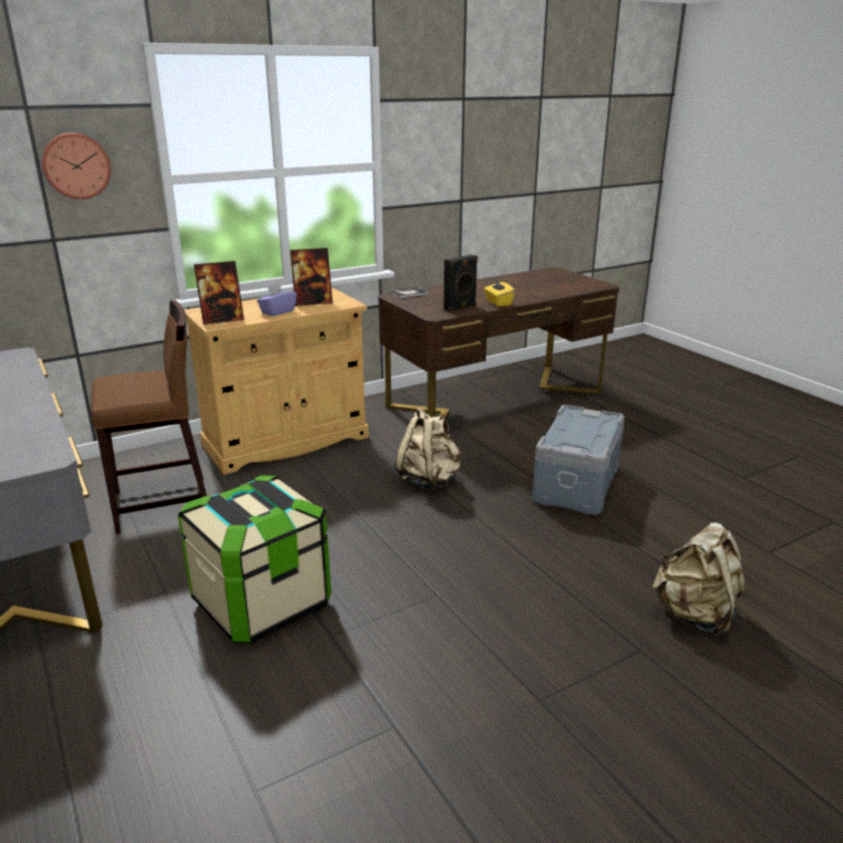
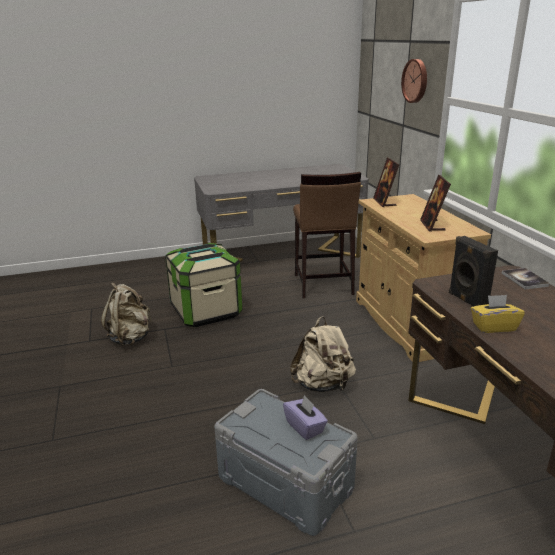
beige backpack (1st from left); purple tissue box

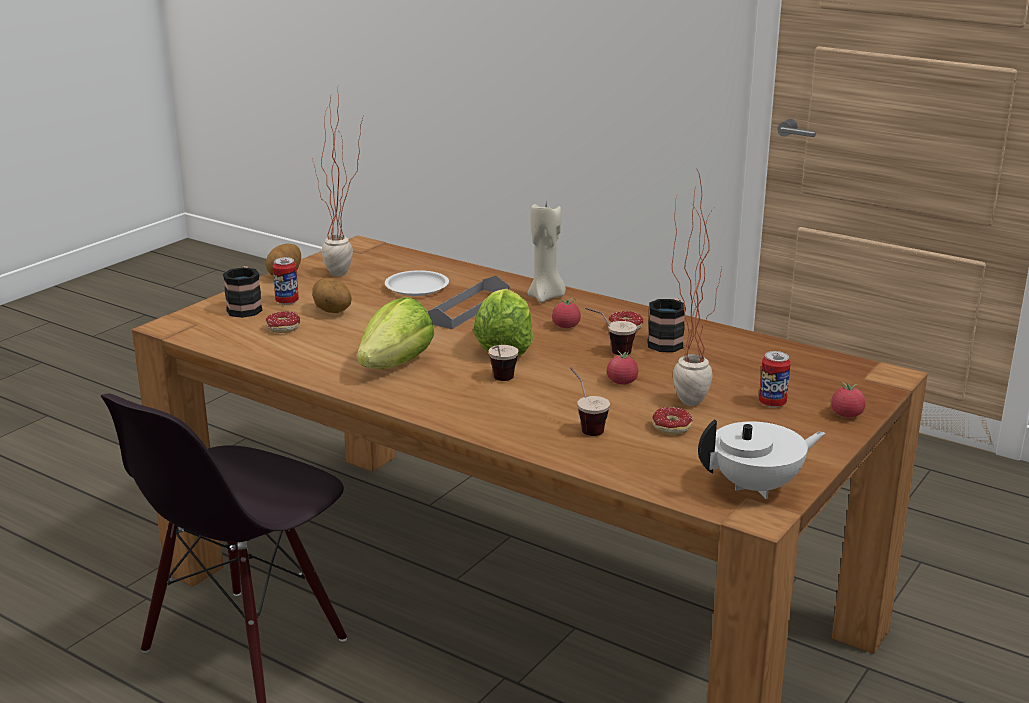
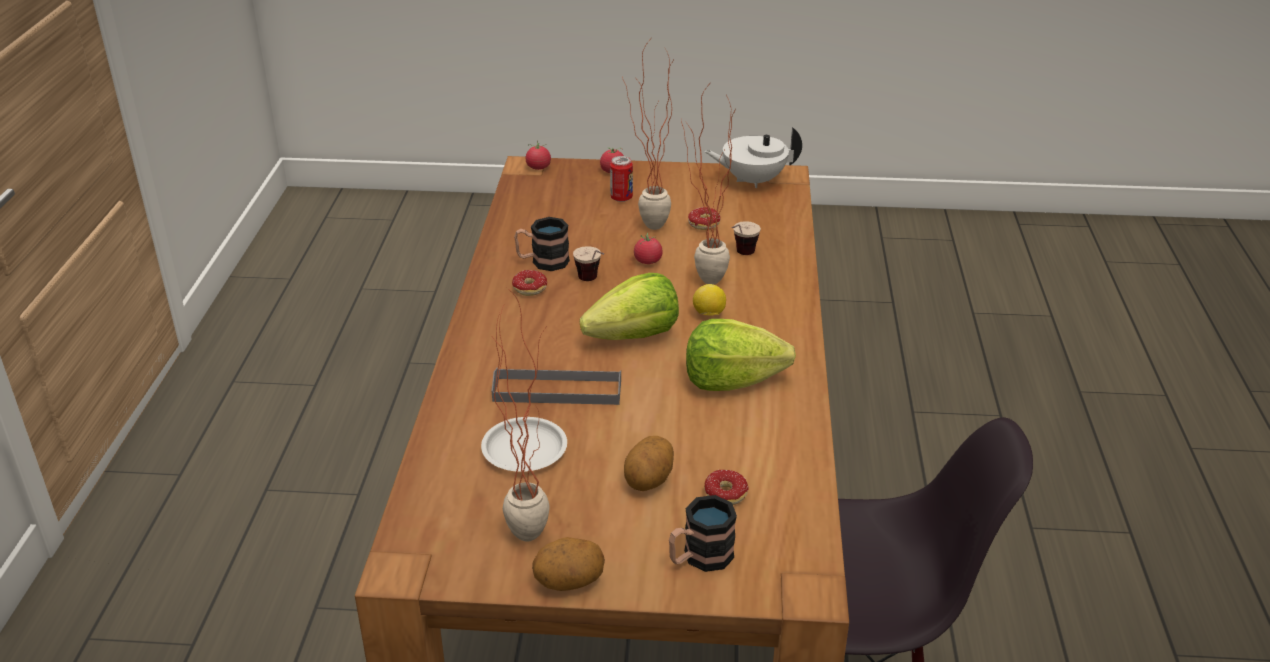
tomato (1st from left); potted plant (3rd from left); lemon; white teapot; can (1st from left in the first image); beige candle

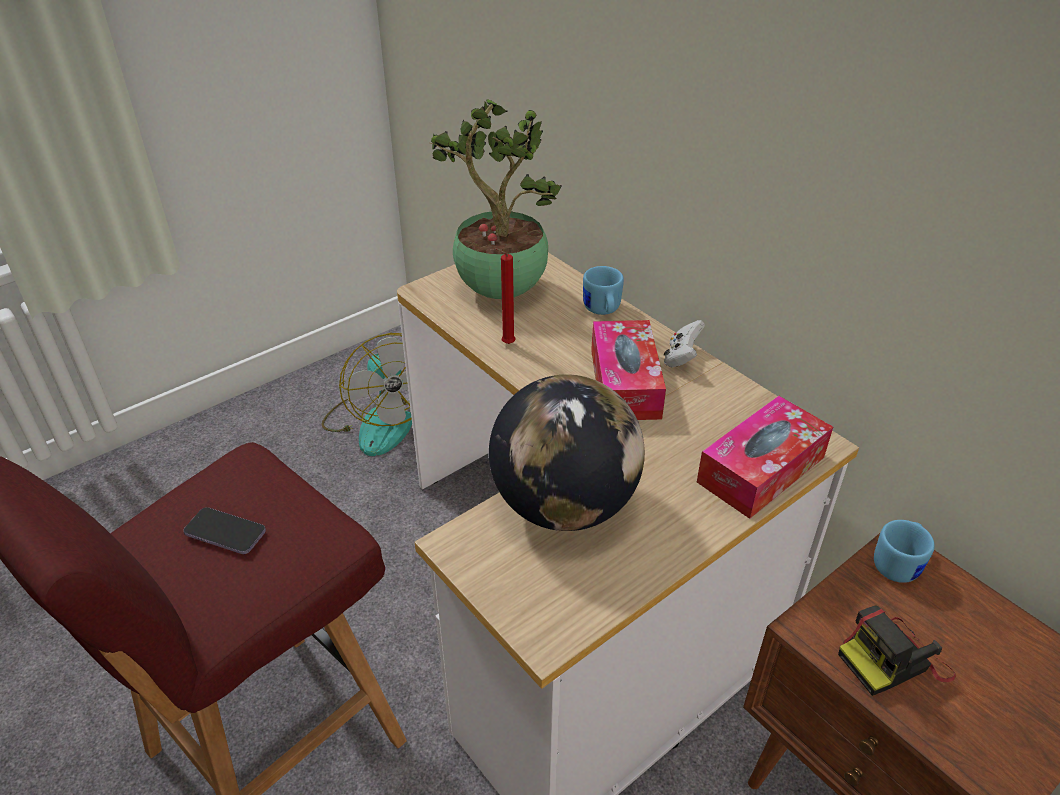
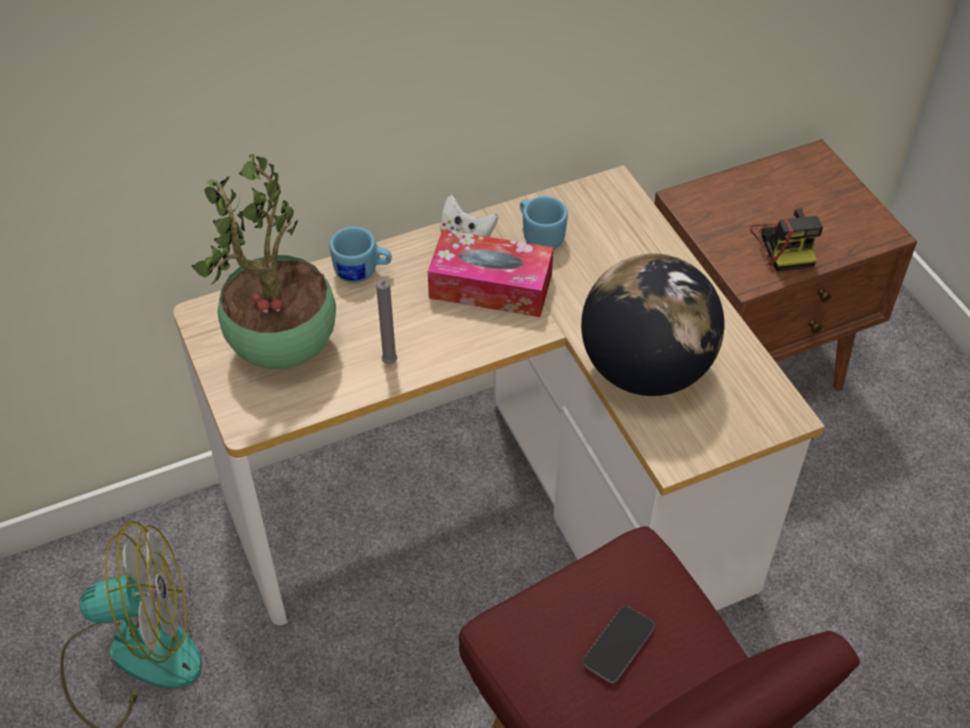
grey candle; blue mug (2nd from left); tissue box (2nd from left in the first image)

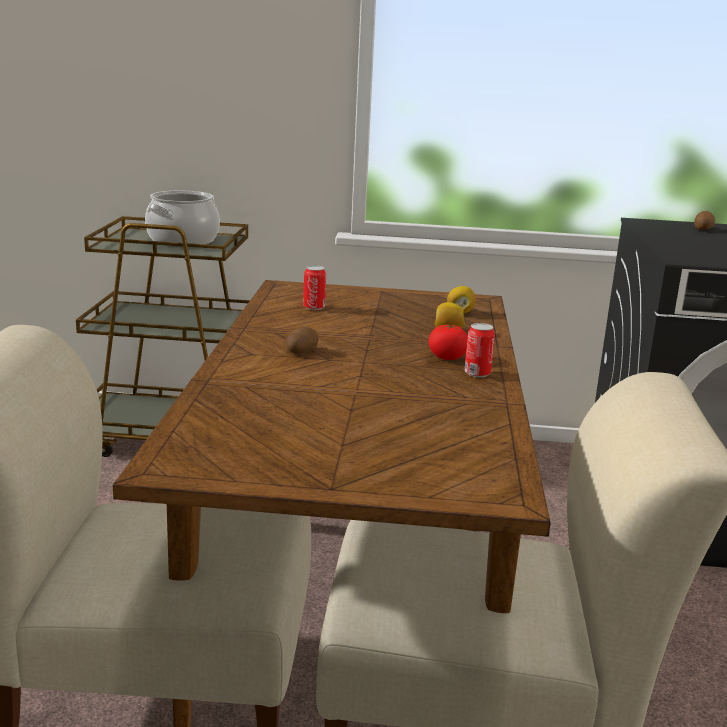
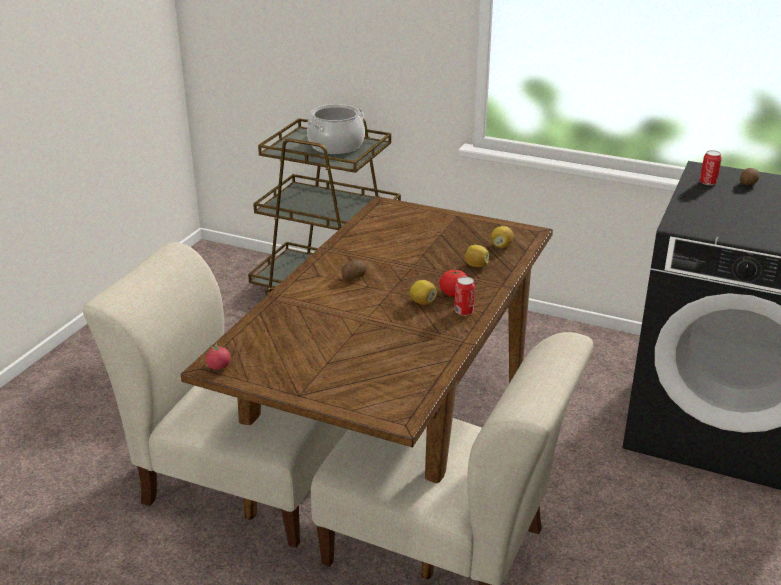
tomato (1st from left); lemon (1st from left); can (2nd from left)

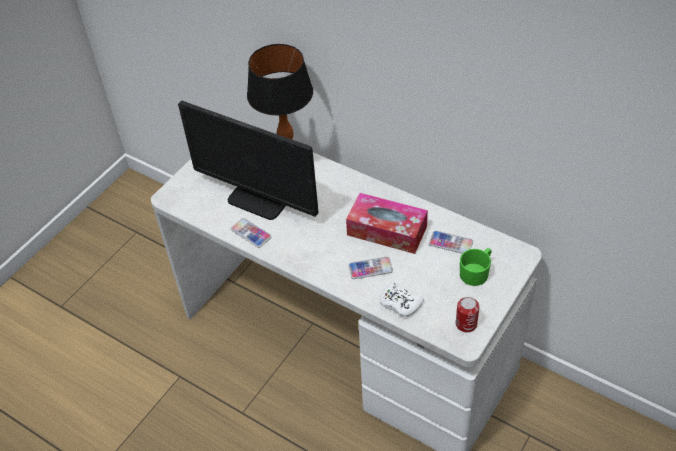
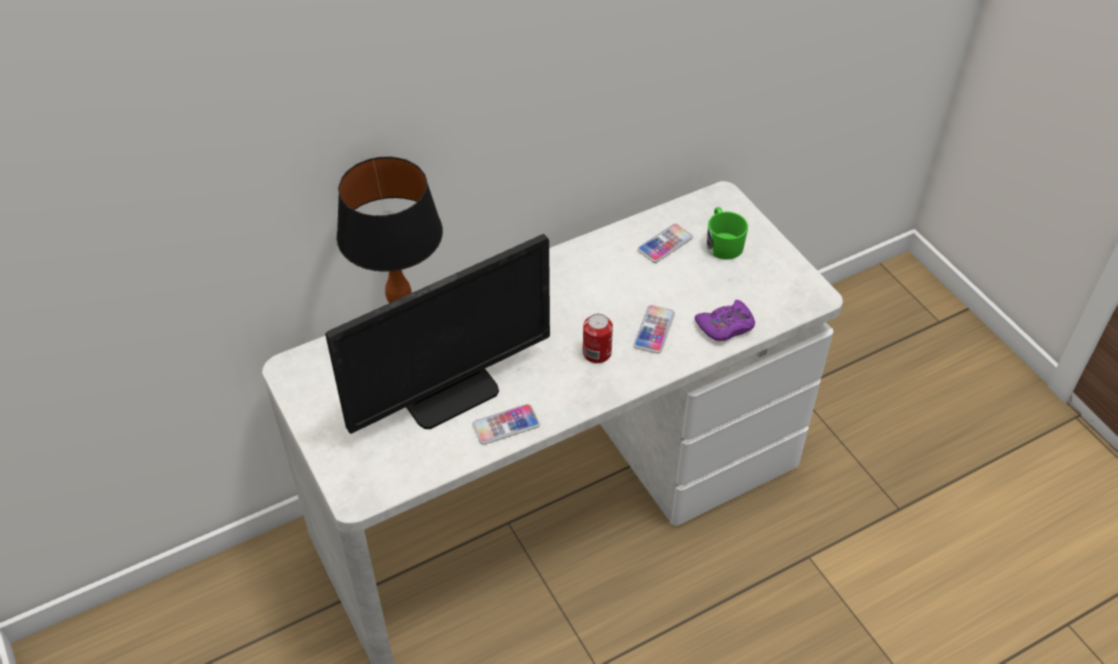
can; purple game controller; tissue box

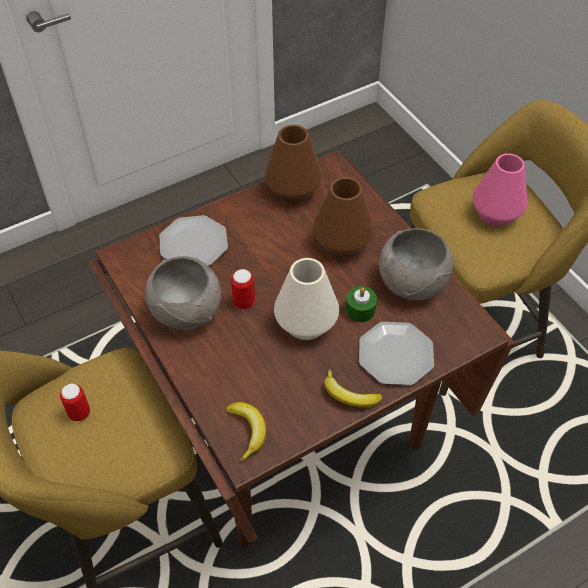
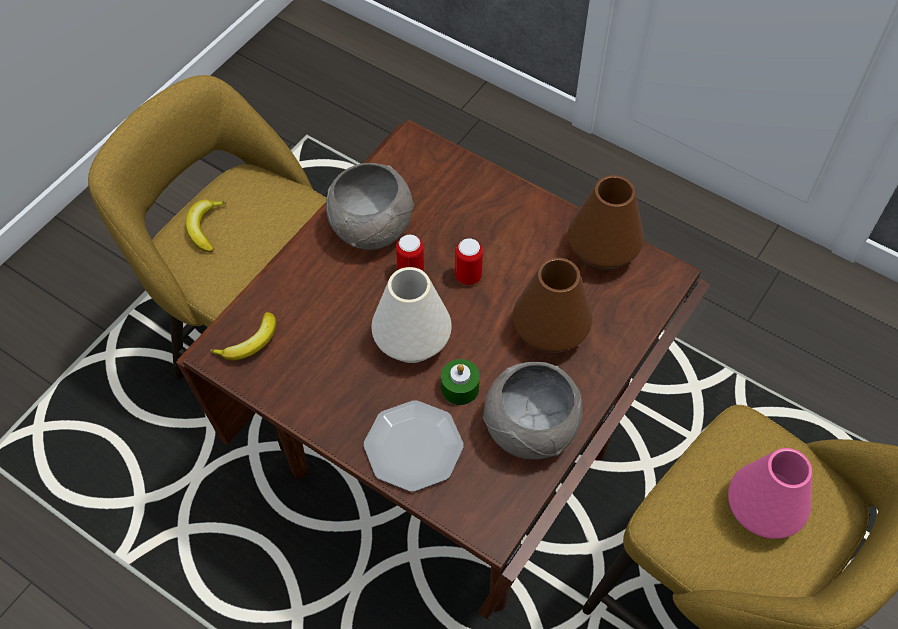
banana (1st from left); can (2nd from left); plate (1st from left in the first image)

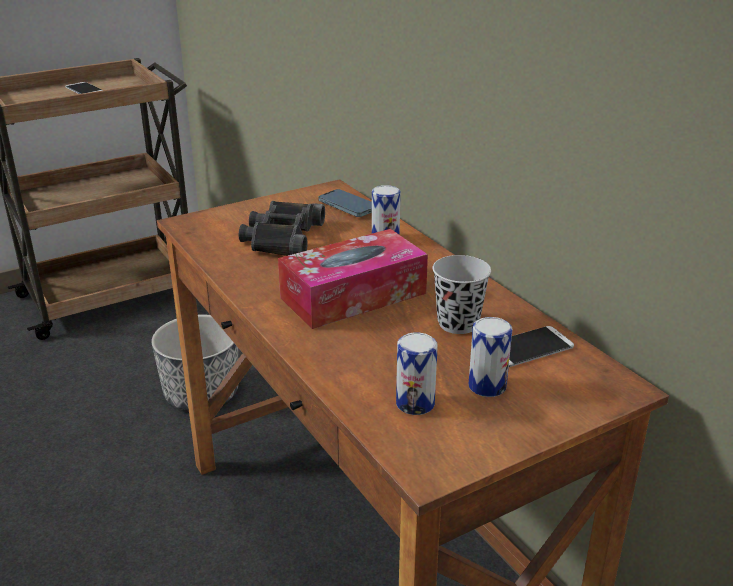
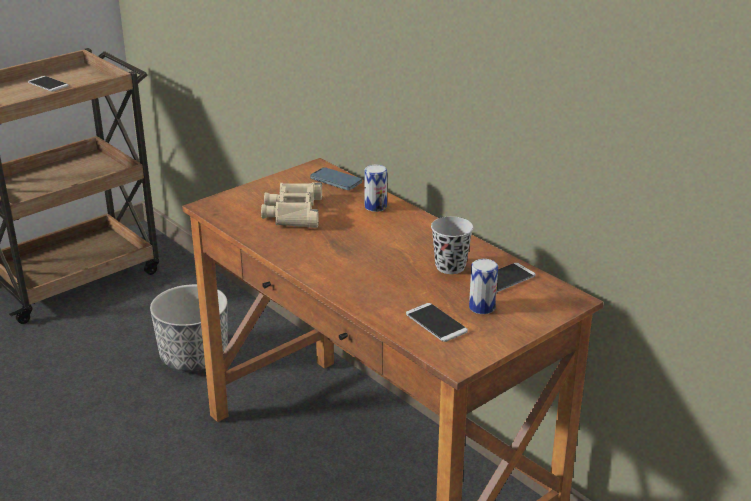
beige binoculars; phone (3rd from left); tissue box

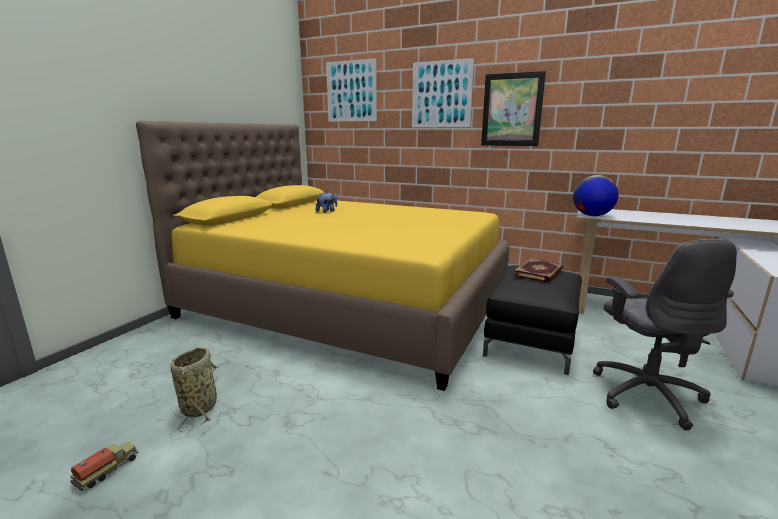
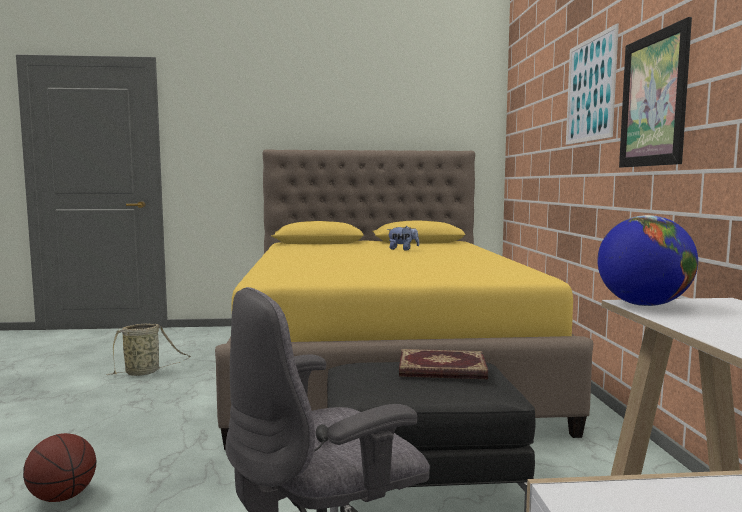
basketball; toy truck; picture (1st from left in the first image)

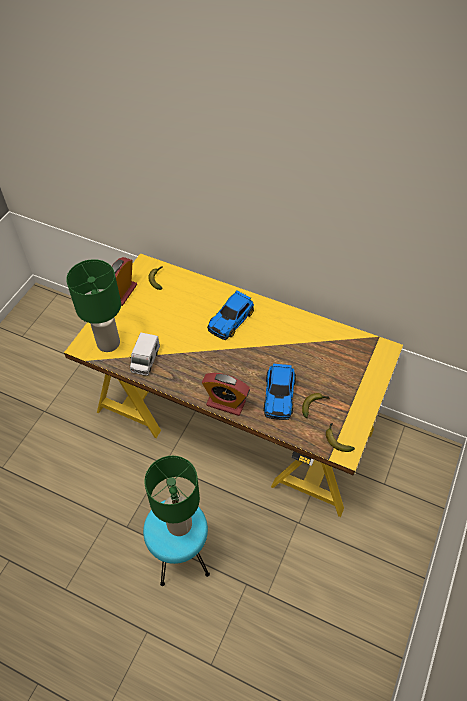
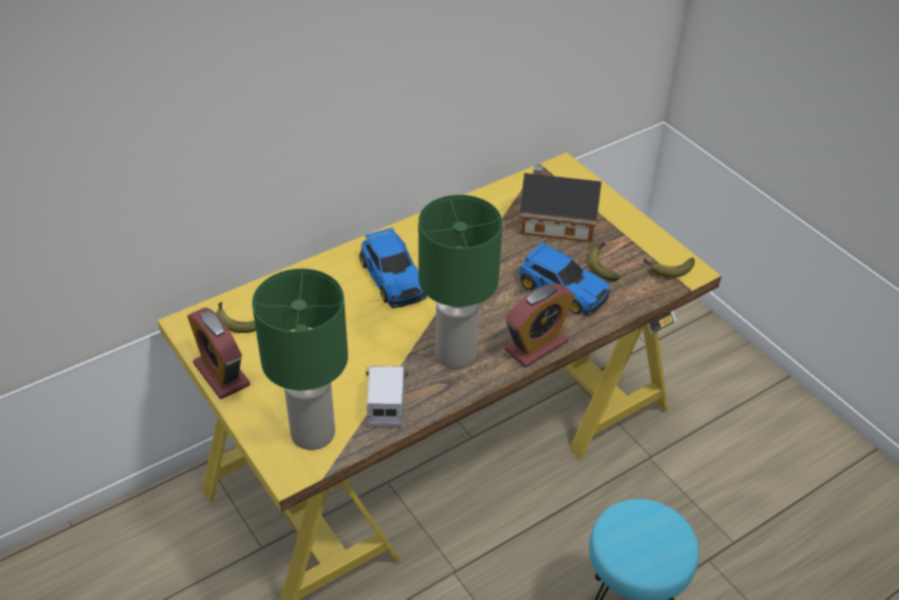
toy truck; green table lamp (2nd from left); toy house

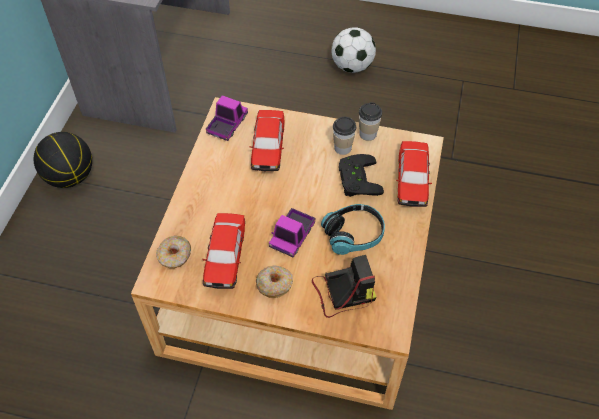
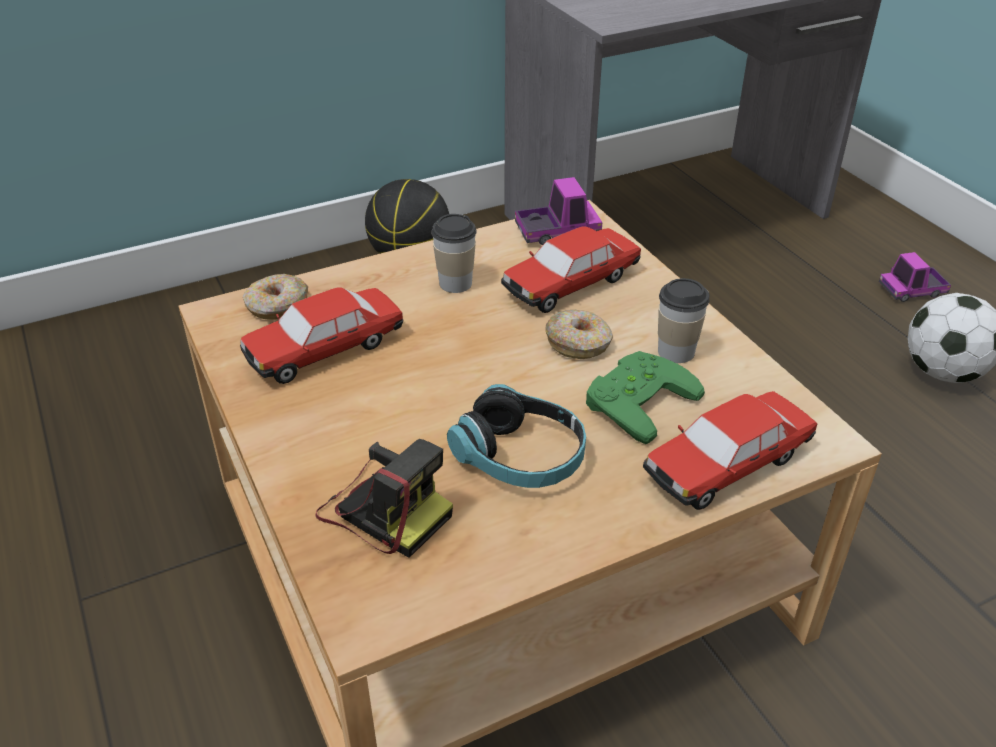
cup (1st from left); donut (2nd from left); green game controller; toy truck (2nd from left)

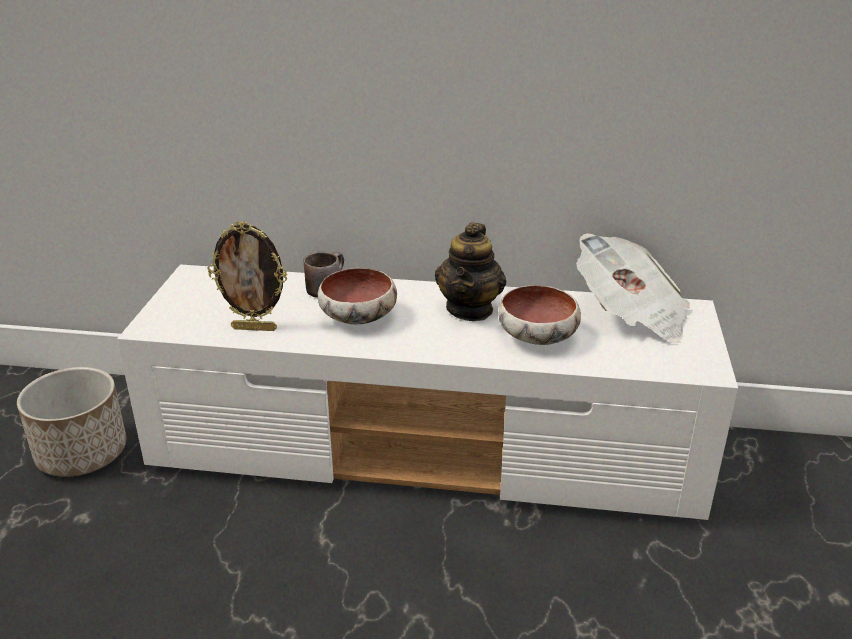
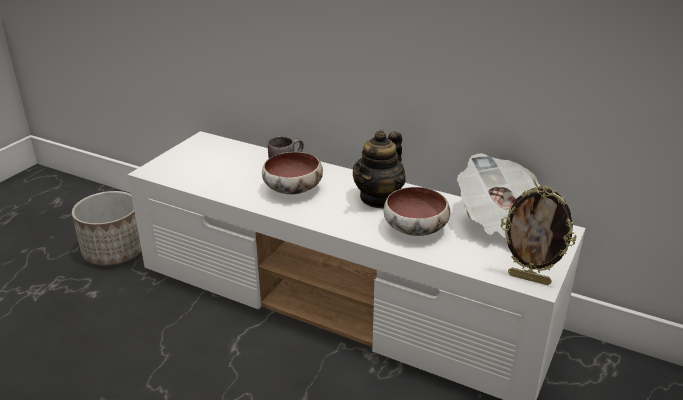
picture frame

